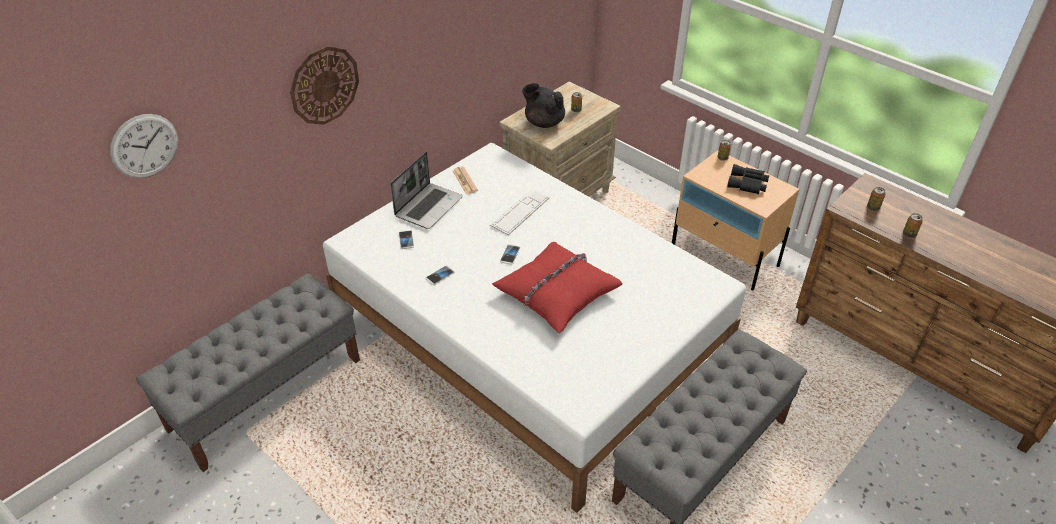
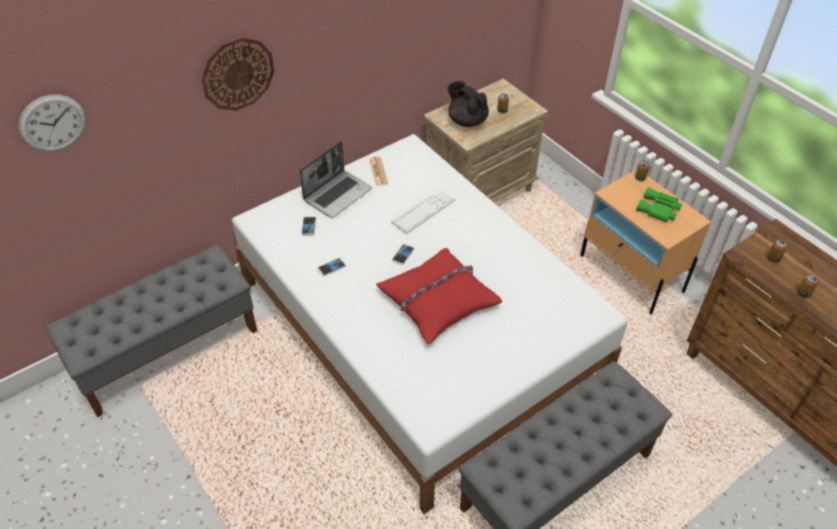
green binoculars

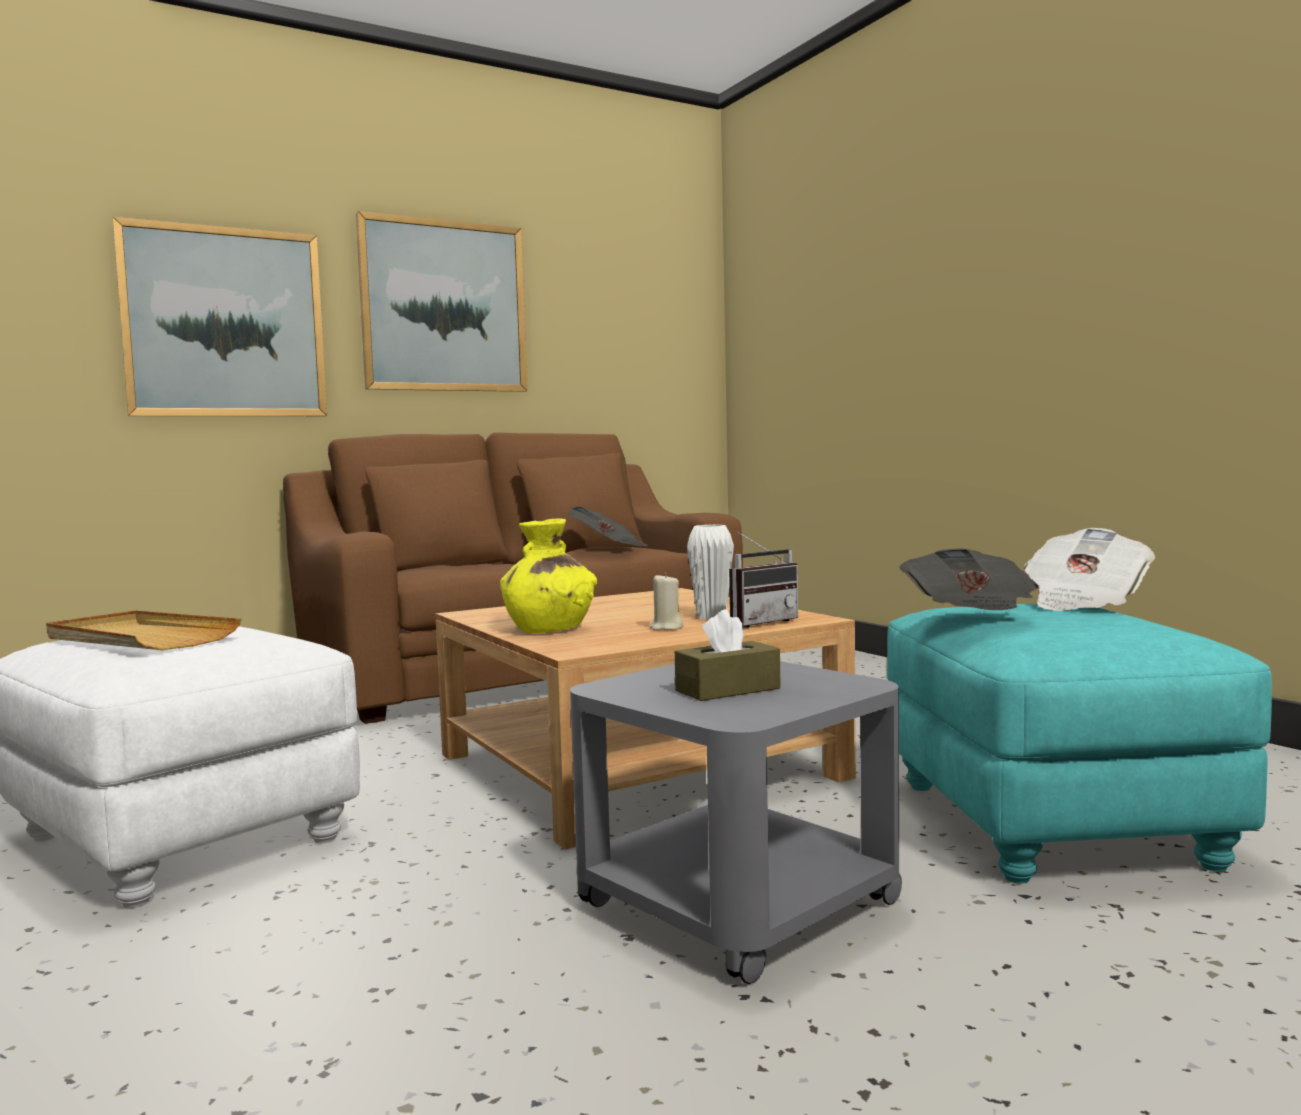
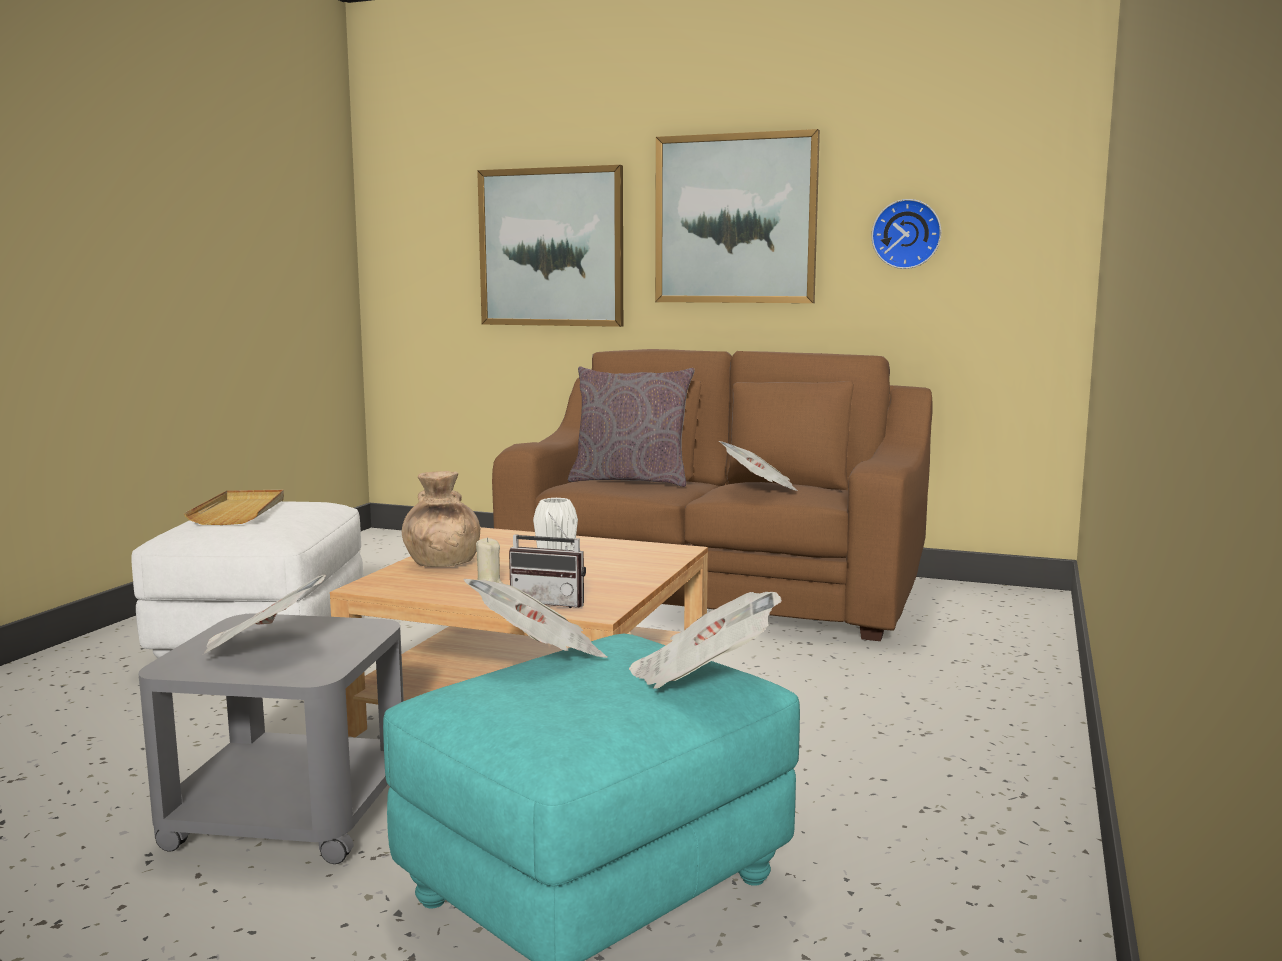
newspaper (1st from left); brown vase; grey pillow; wall clock

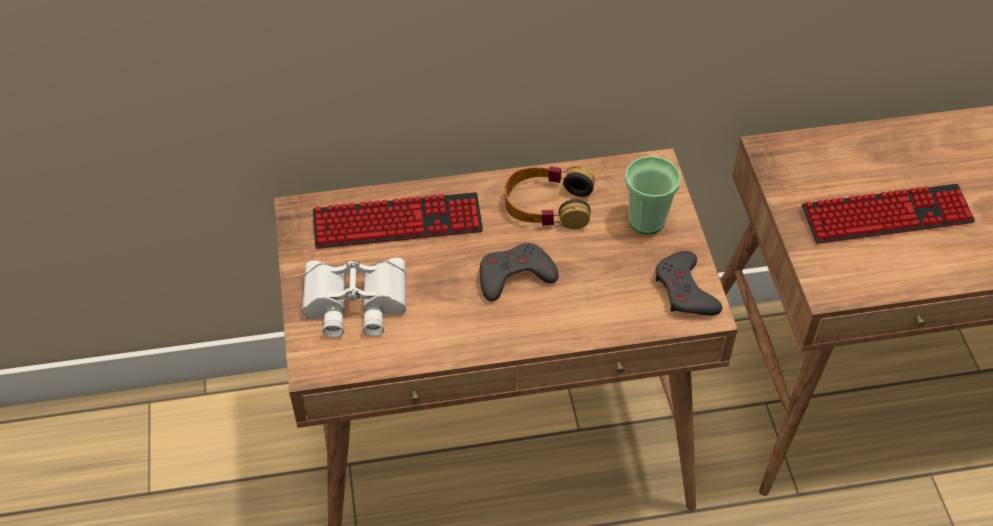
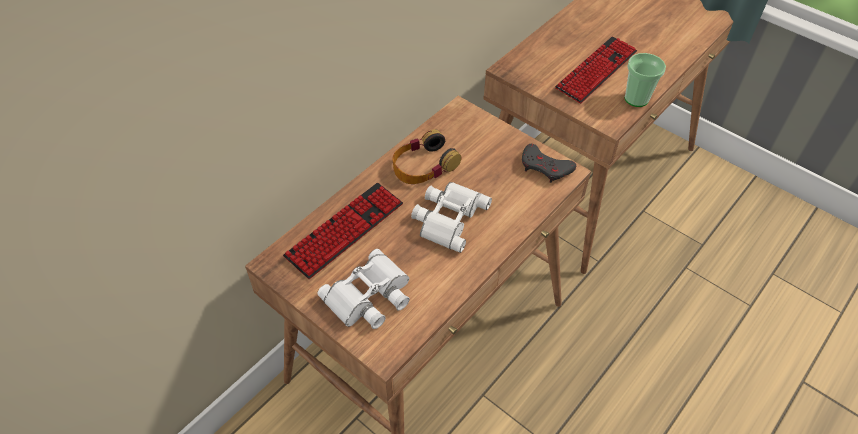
white binoculars (2nd from left); cup

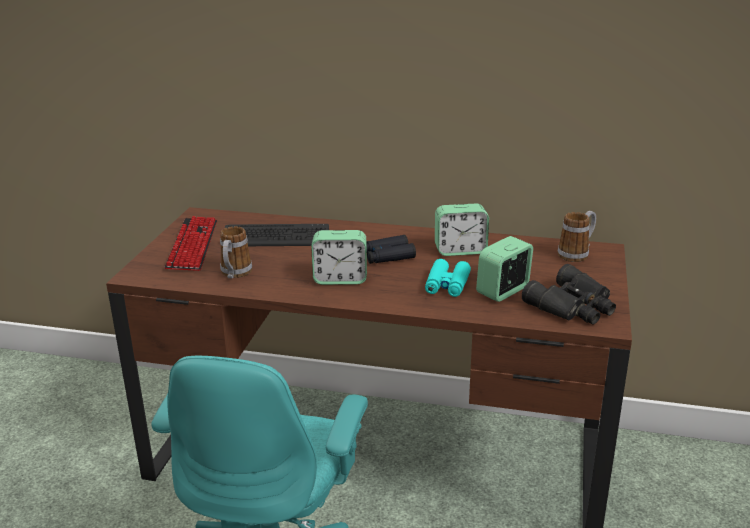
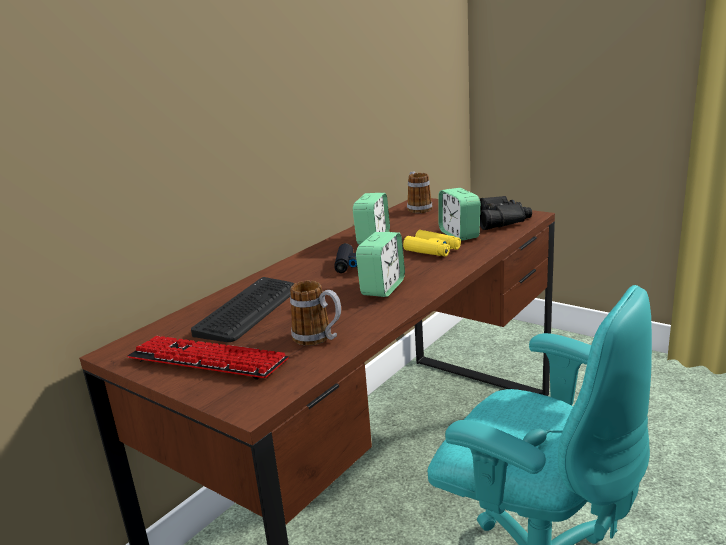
yellow binoculars

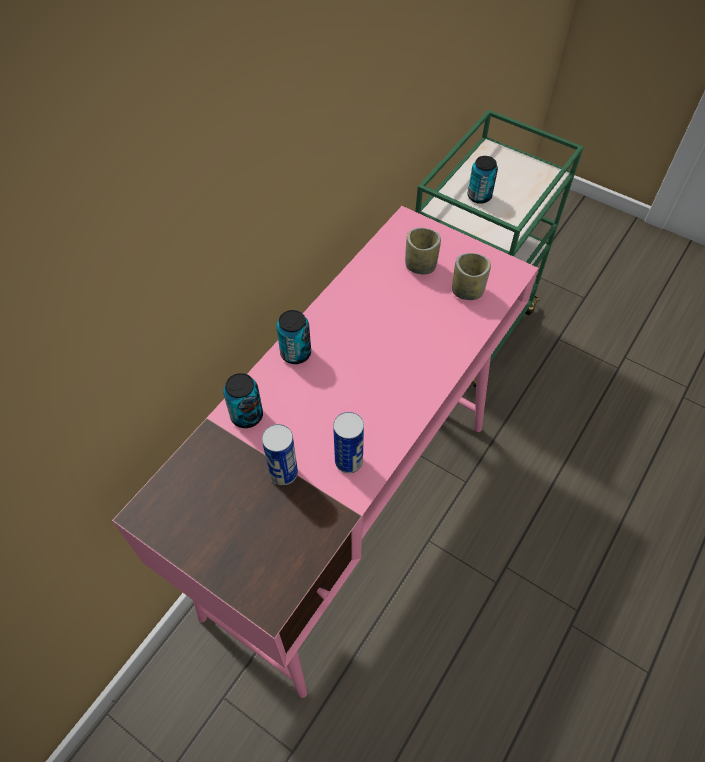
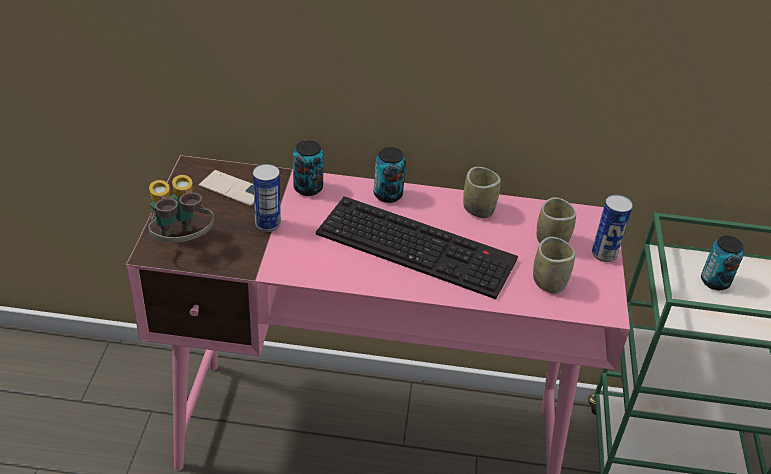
binoculars; phone; keyboard; cup (1st from left); can (4th from left)

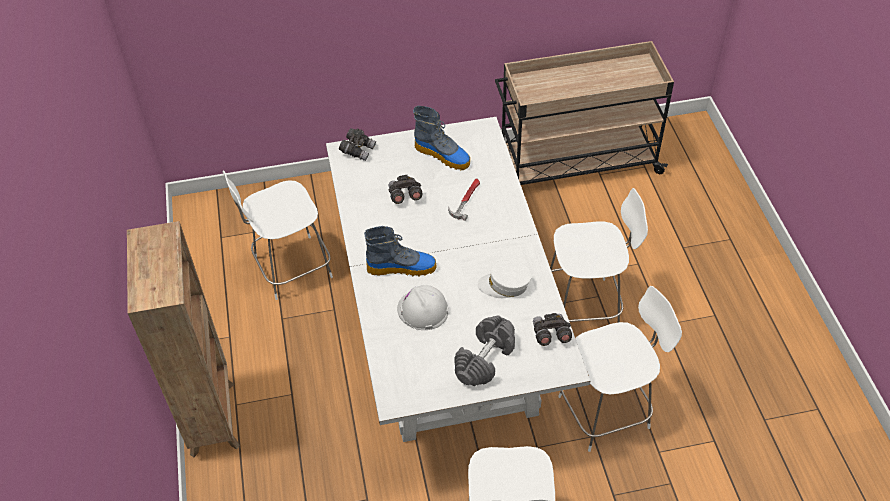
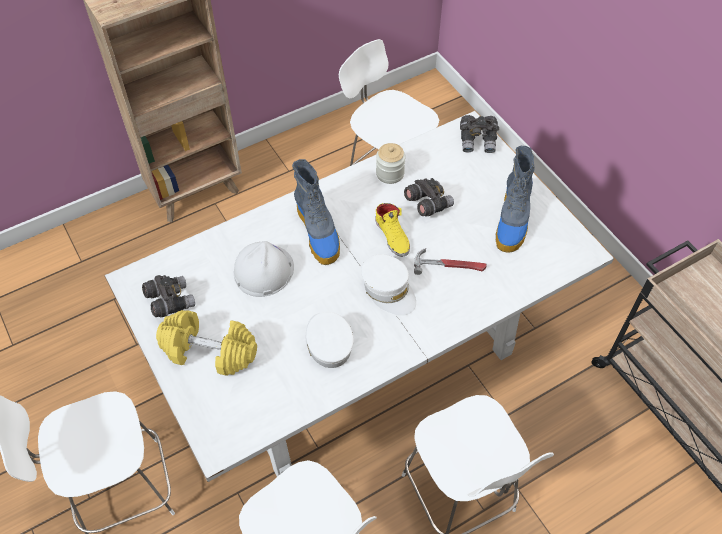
grey binoculars (1st from left); yellow dumbbell; white cap (2nd from left); yellow shoe; jar

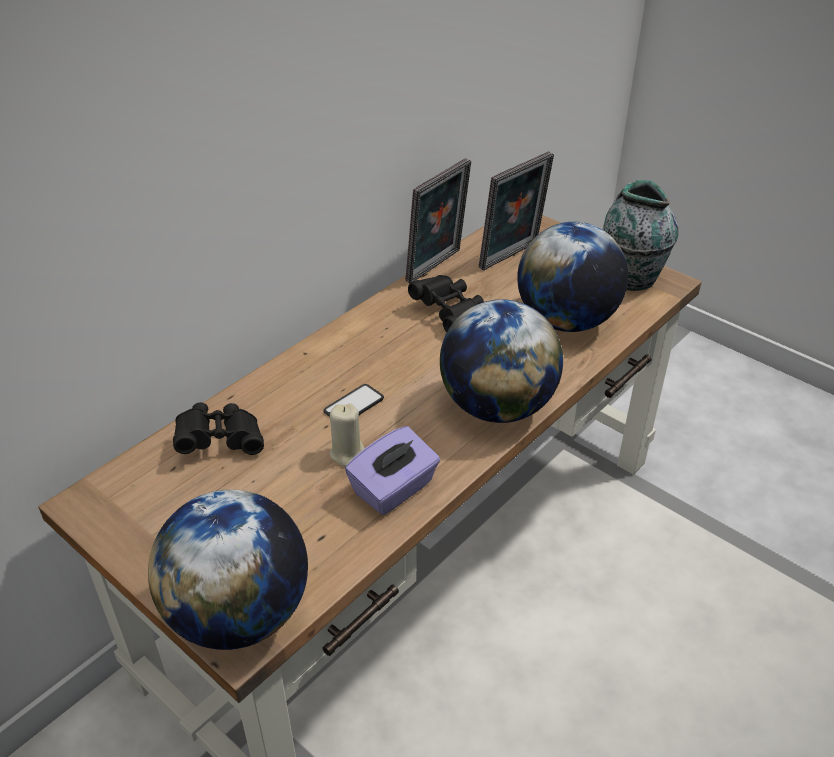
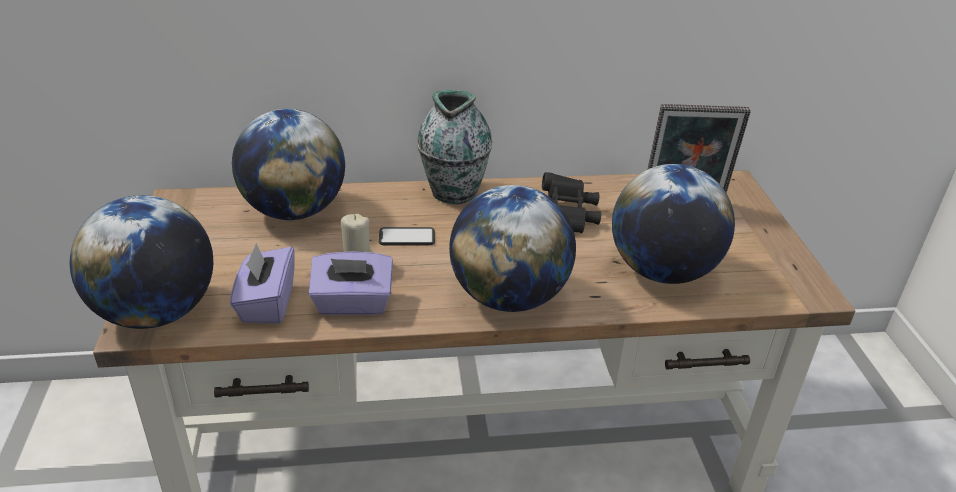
purple tissue box (1st from left); globe (2nd from left); vase; picture frame (1st from left in the first image)

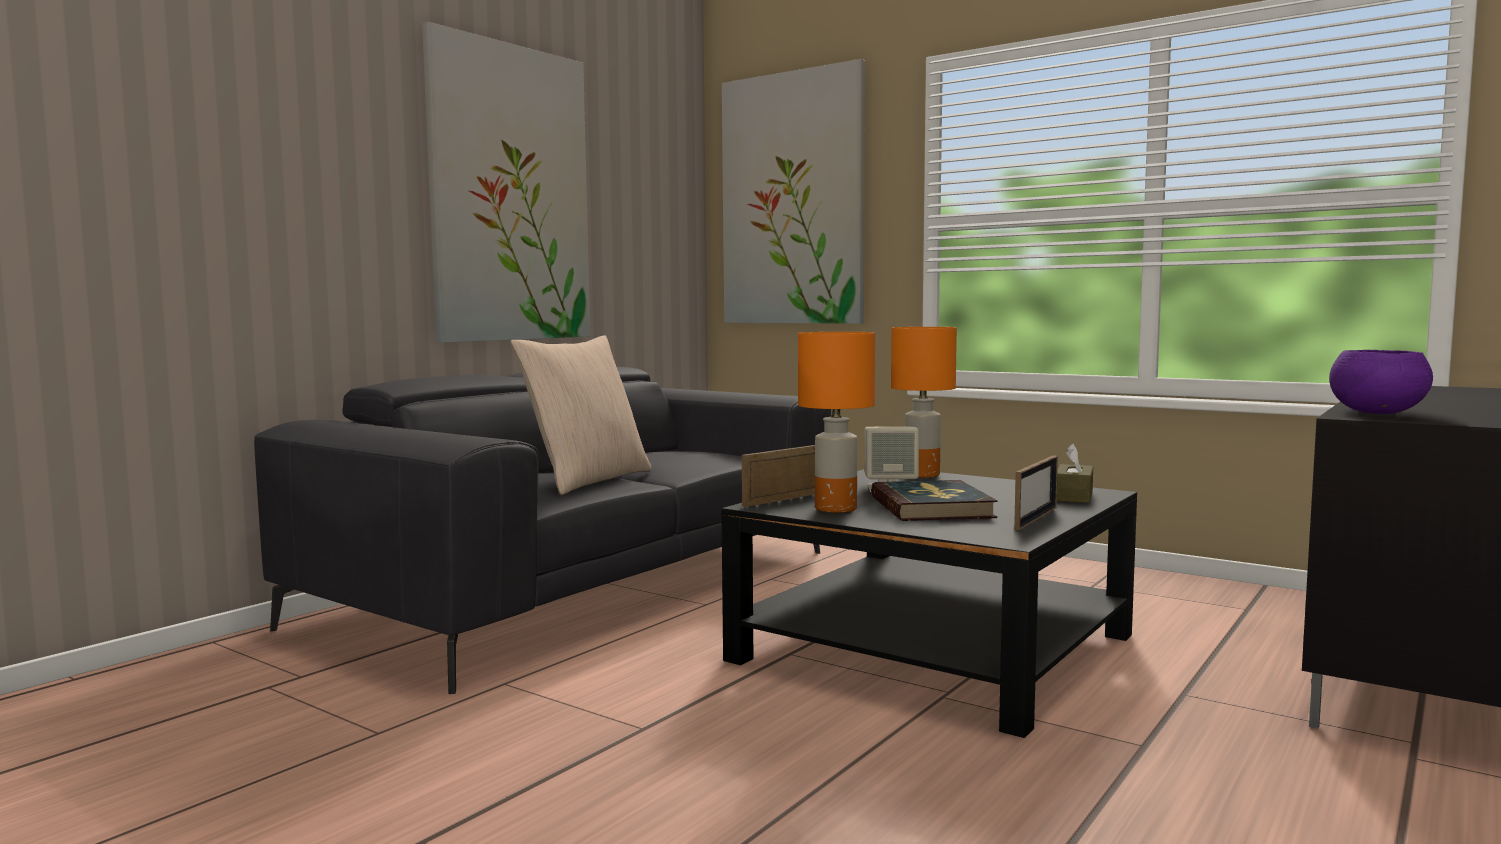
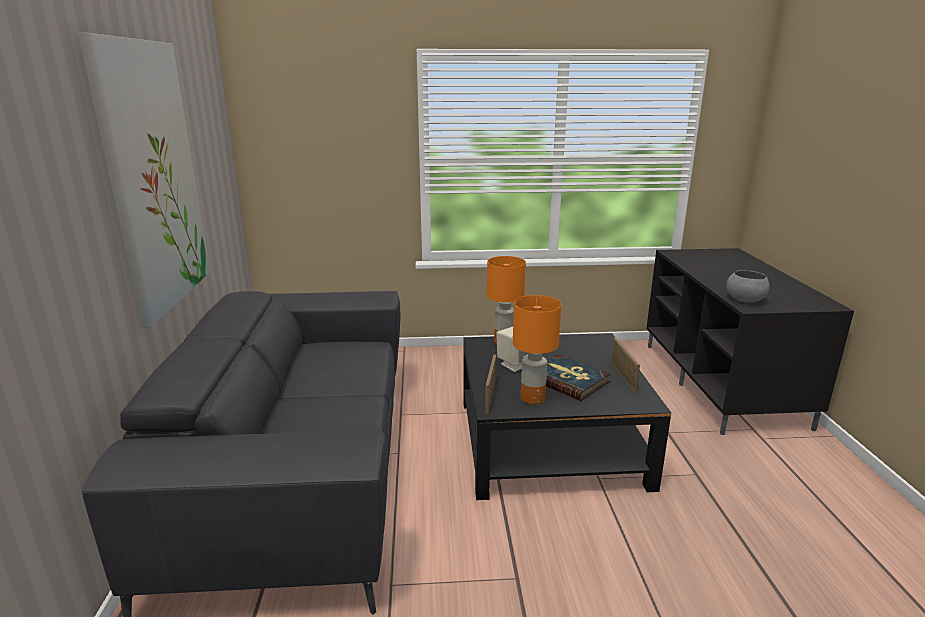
grey bowl; beige pillow; picture (2nd from left in the first image); brown tissue box

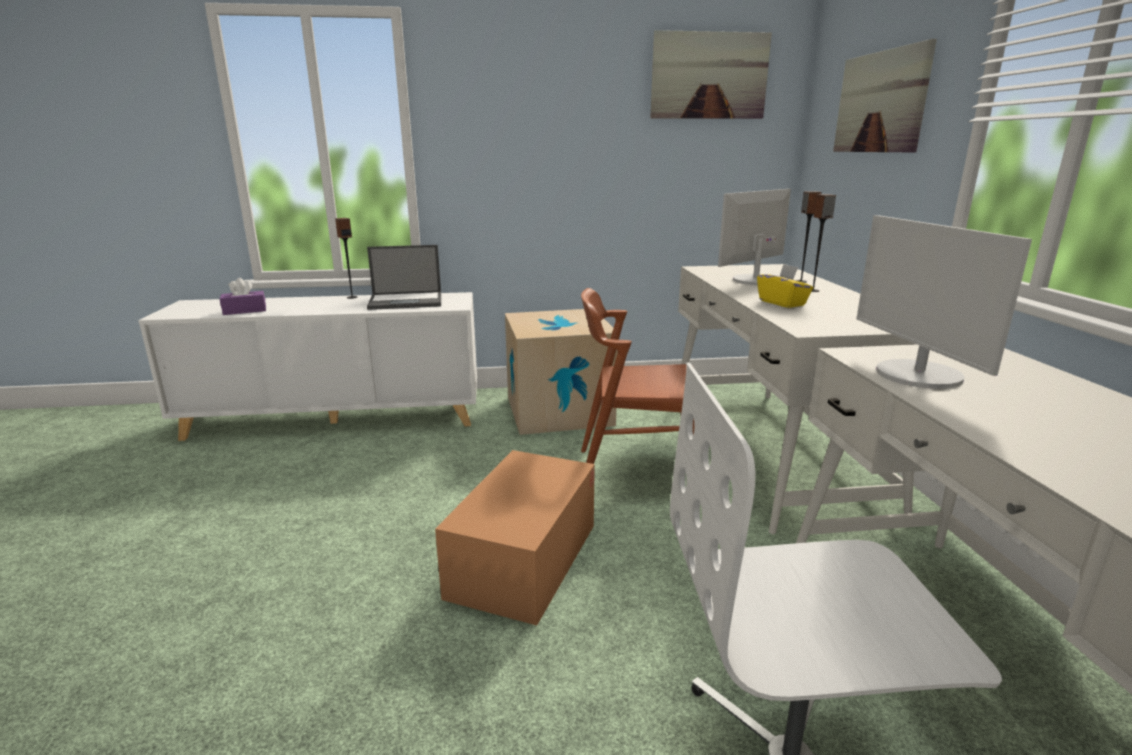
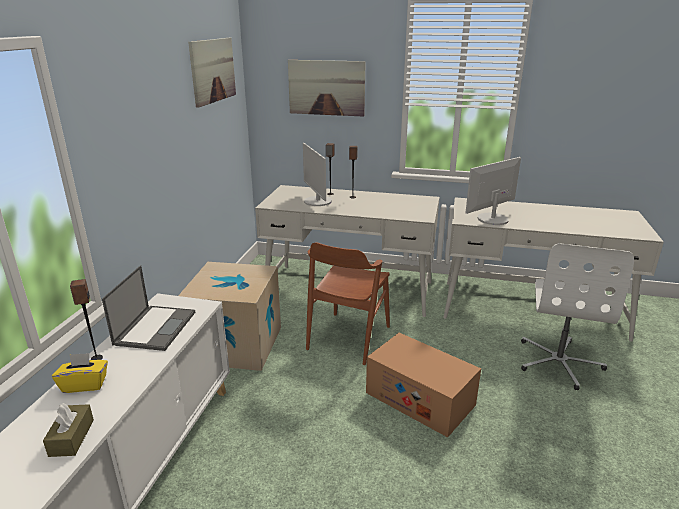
brown tissue box; yellow tissue box; monitor (2nd from left)

